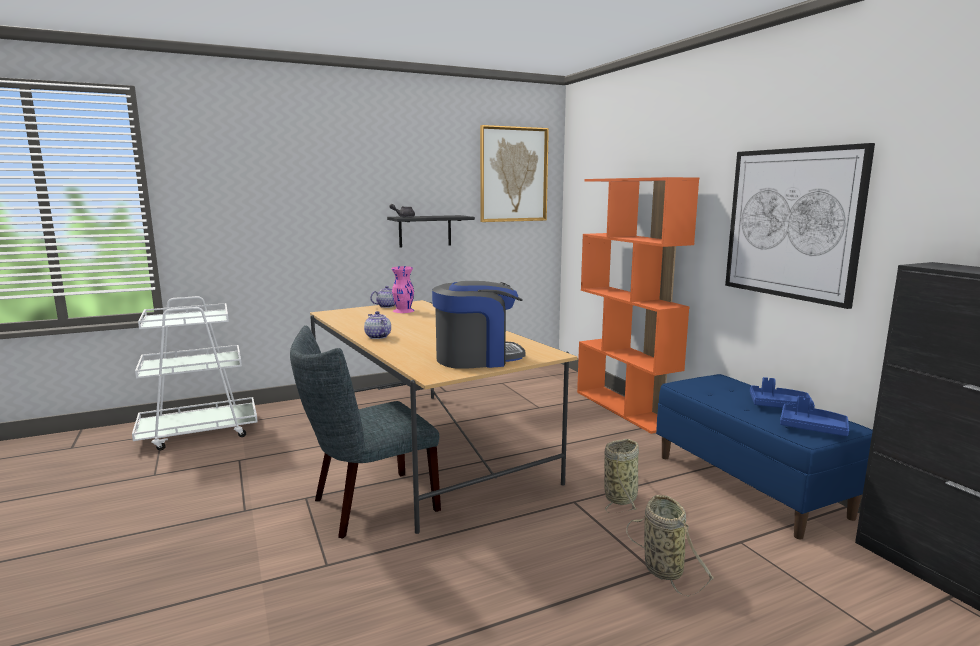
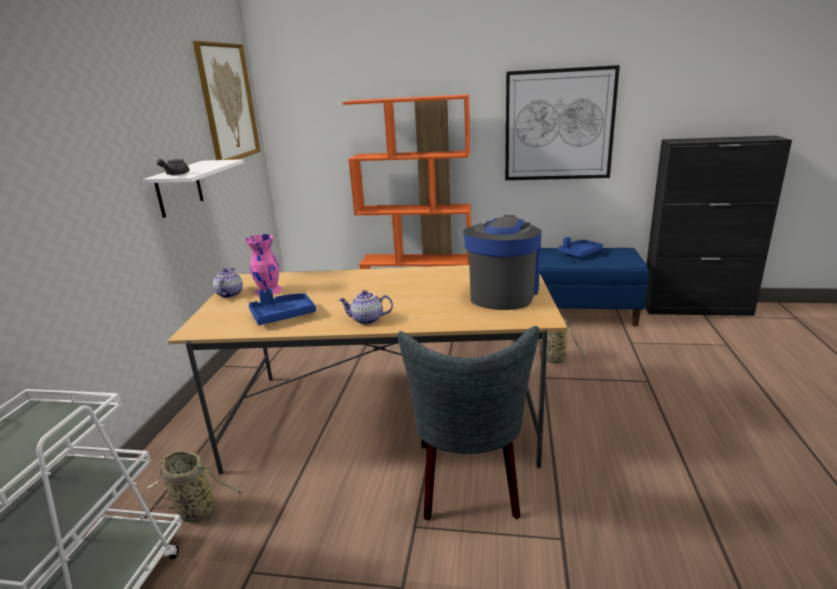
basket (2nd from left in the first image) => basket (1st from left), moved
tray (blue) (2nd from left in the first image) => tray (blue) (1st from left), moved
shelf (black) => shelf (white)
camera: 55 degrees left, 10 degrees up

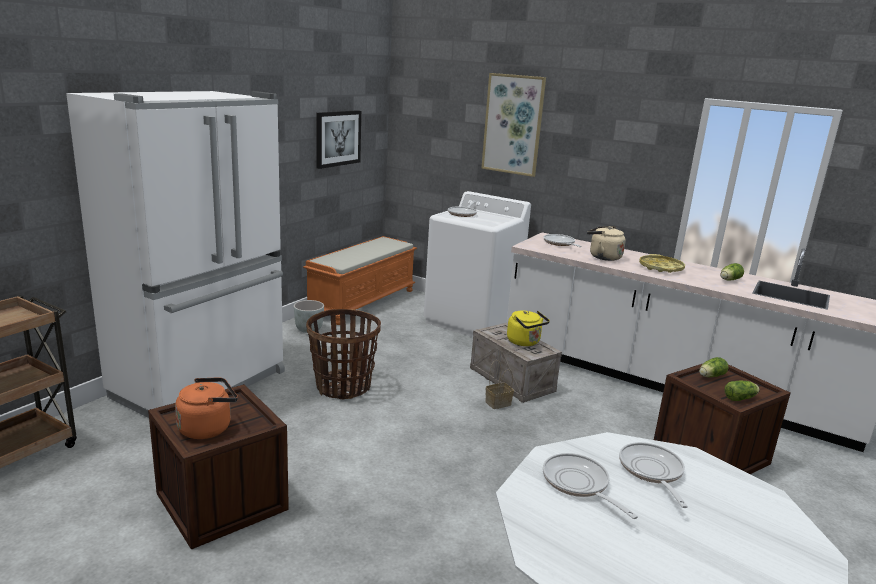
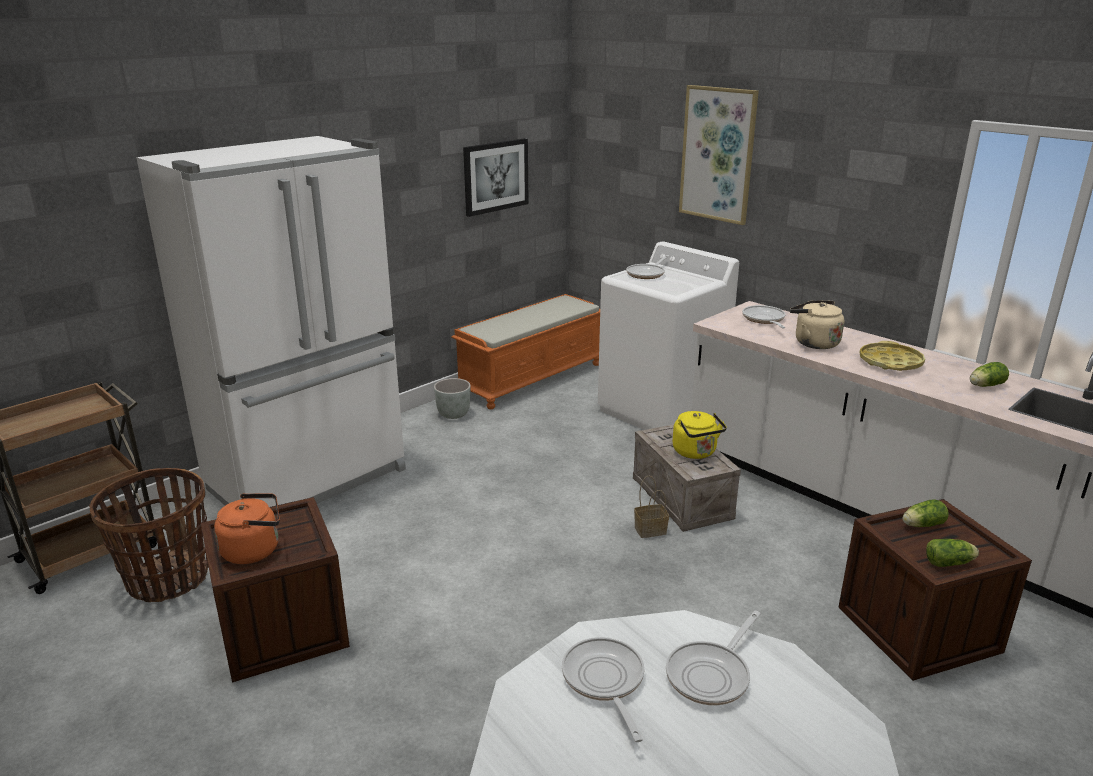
basket (1st from left), moved
frying pan (4th from left in the first image) => frying pan (3rd from left), 150 degrees counterclockwise
camera: 15 degrees right, 5 degrees up

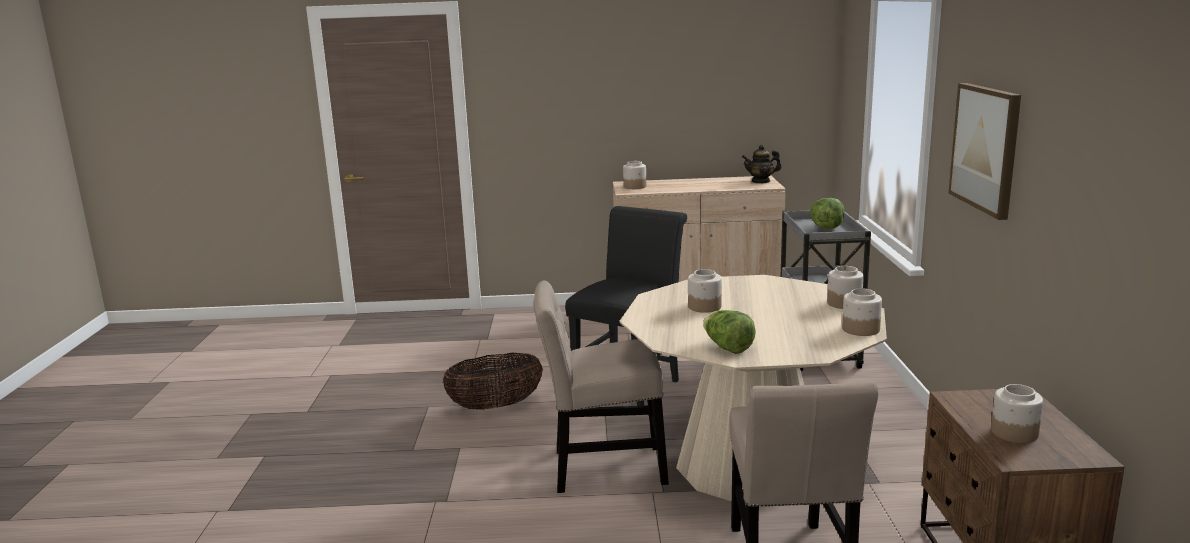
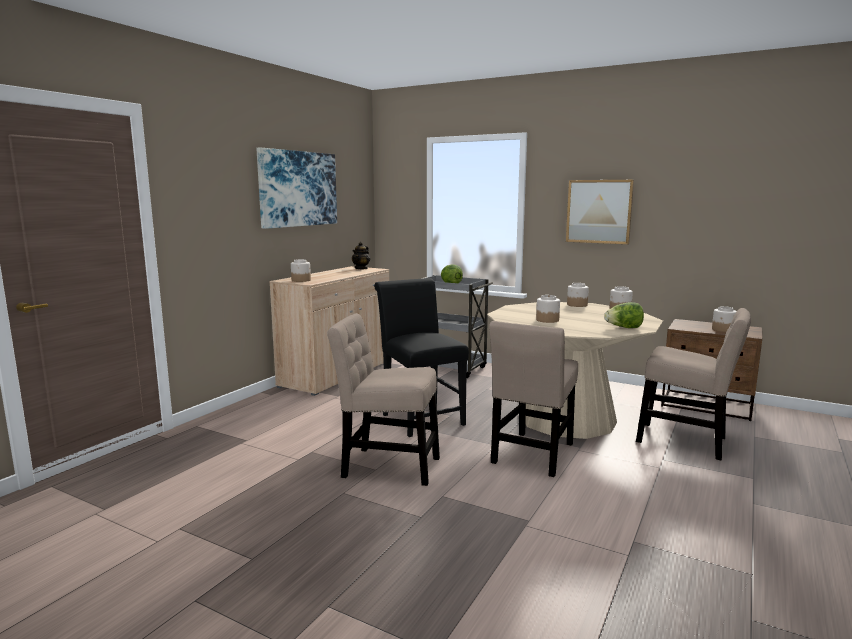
nothing => picture (1st from left)
basket => chair (beige) (1st from left)
camera: 60 degrees left, 5 degrees down

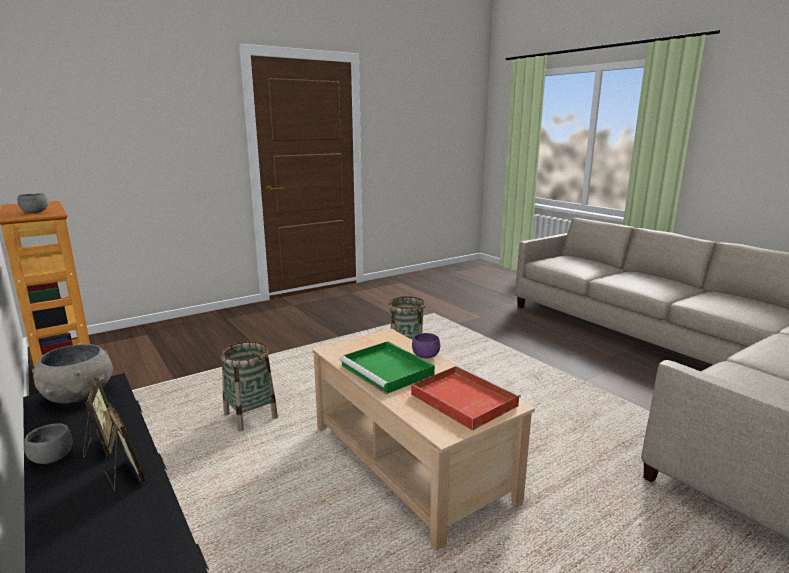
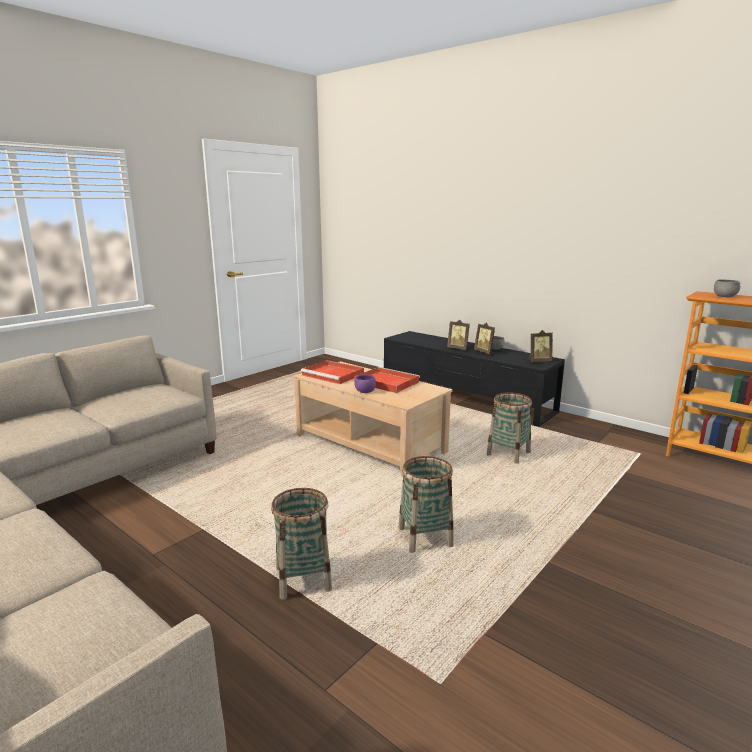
nothing => basket (1st from left)
bowl (grey) (3rd from left) => picture frame (3rd from left)
tray (green) => tray (red) (2nd from left)
camera: 165 degrees right, 0 degrees up

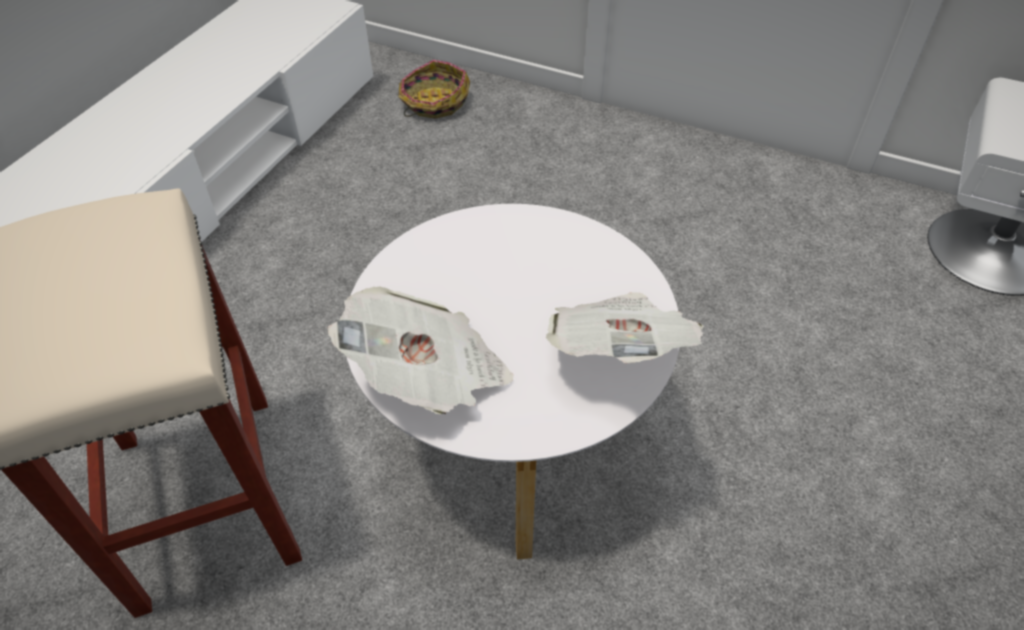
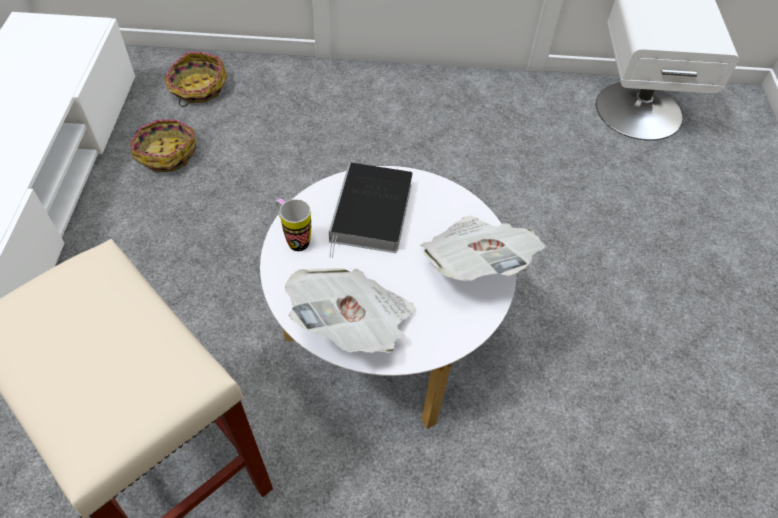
nothing => basket (1st from left)
nothing => mug
nothing => book
camera: 25 degrees left, 5 degrees up

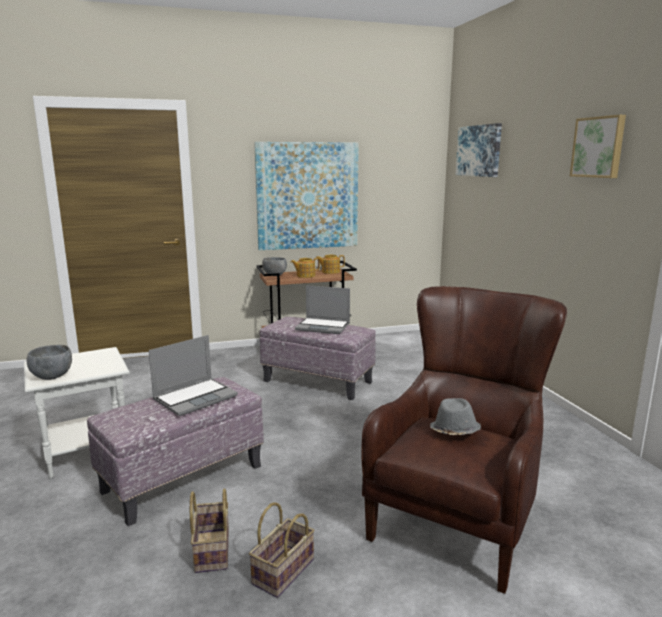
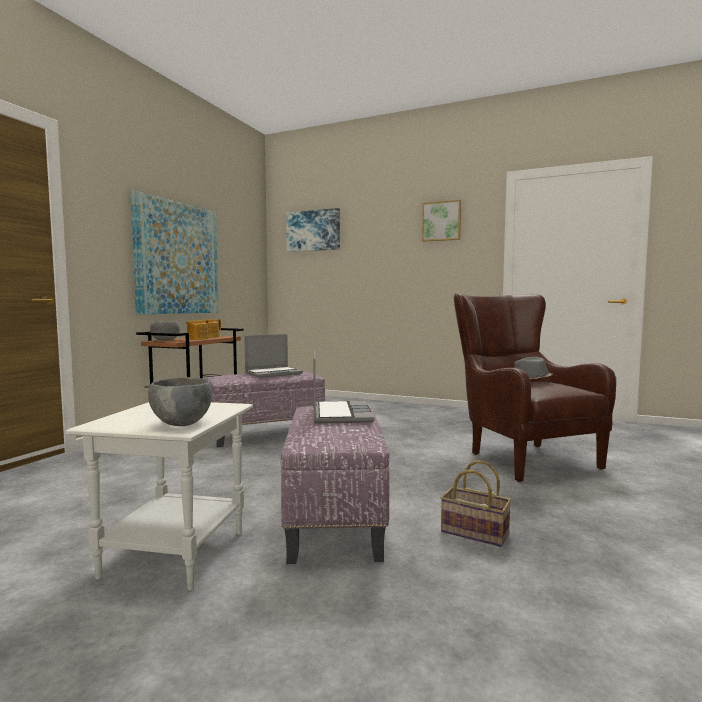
basket (2nd from left) => nothing
camera: 50 degrees left, 10 degrees down

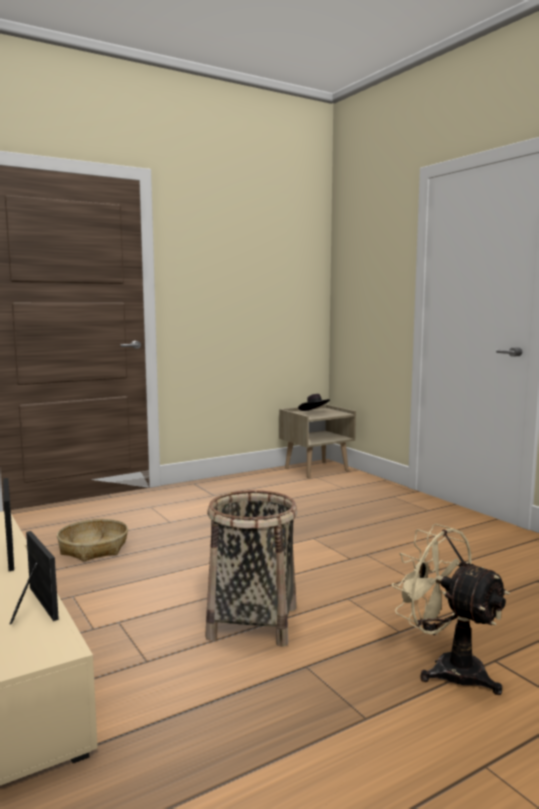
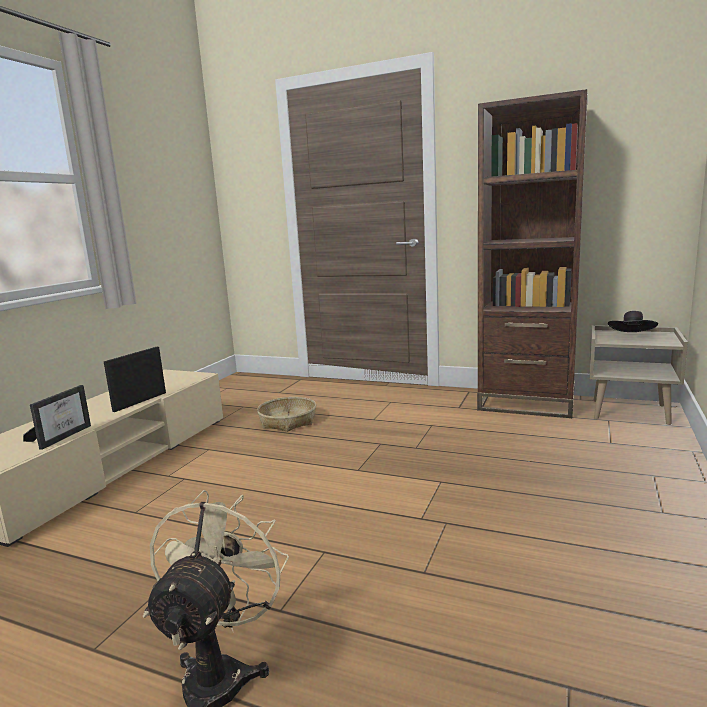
basket (2nd from left) => nothing
nothing => bookcase (brown)
camera: 55 degrees right, 5 degrees up

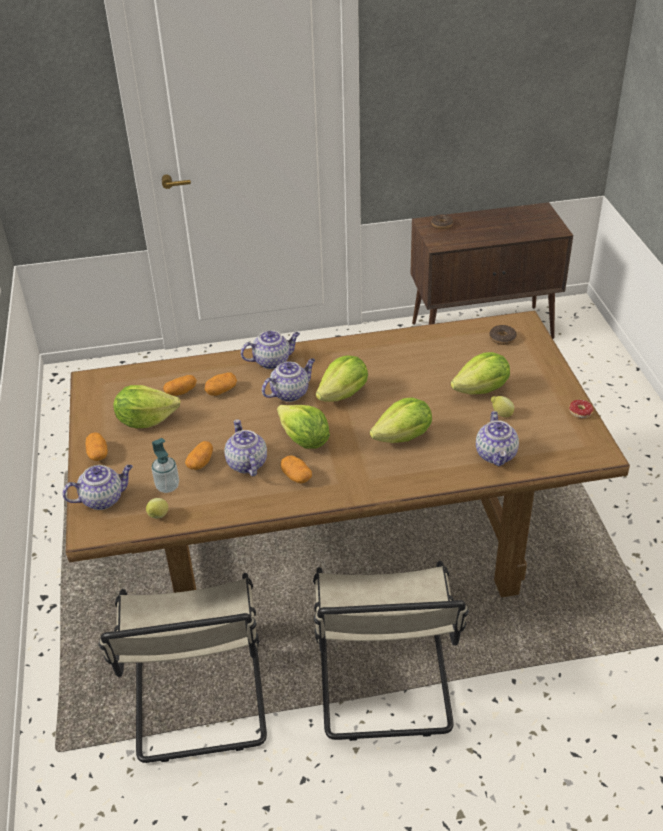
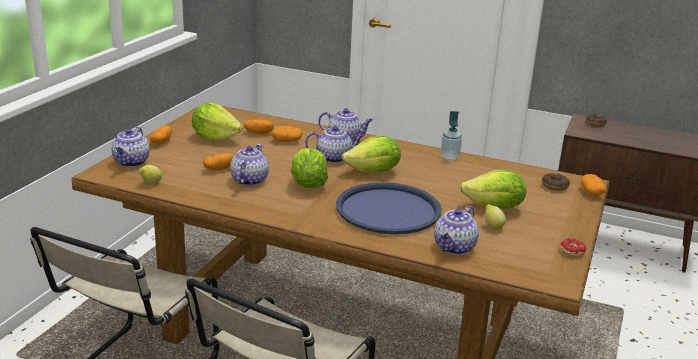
soap dispenser, moved
potato (5th from left), moved
lettuce (4th from left) => tray (blue)
teapot (1st from left), 90 degrees clockwise
camera: 30 degrees right, 15 degrees down

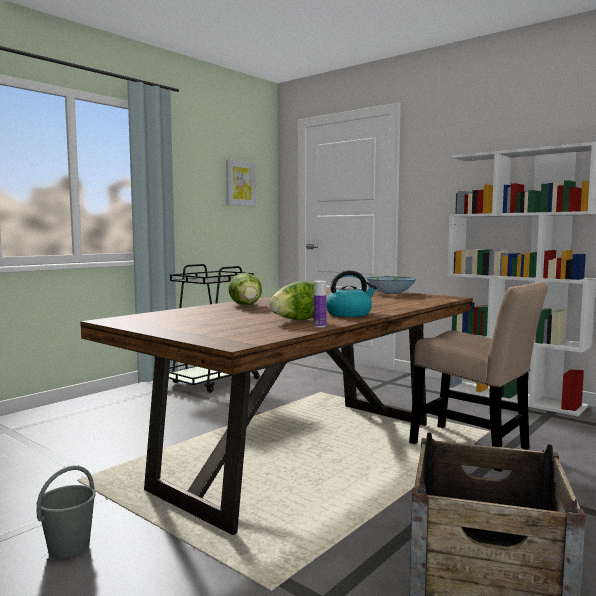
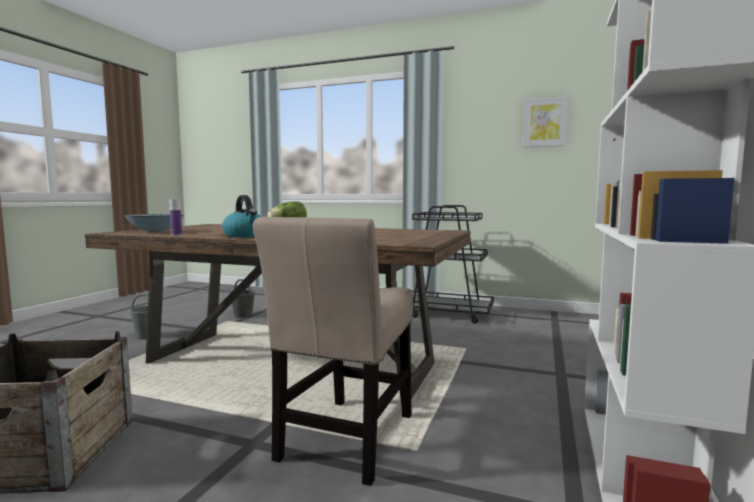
lettuce (2nd from left) => nothing
nothing => bucket (grey) (2nd from left)
bowl, moved
camera: 70 degrees right, 0 degrees up

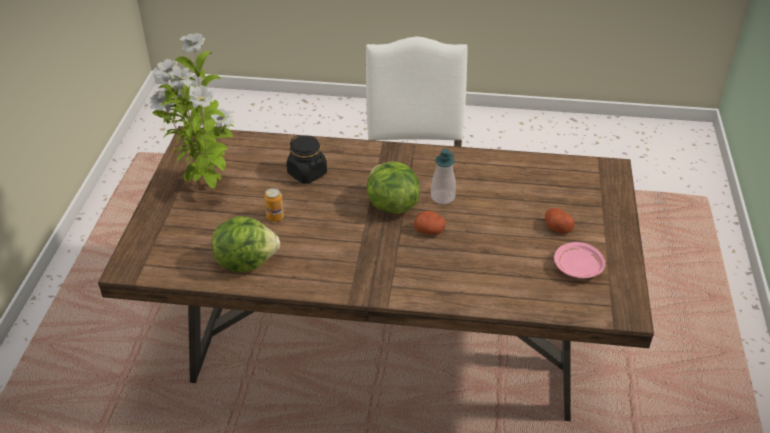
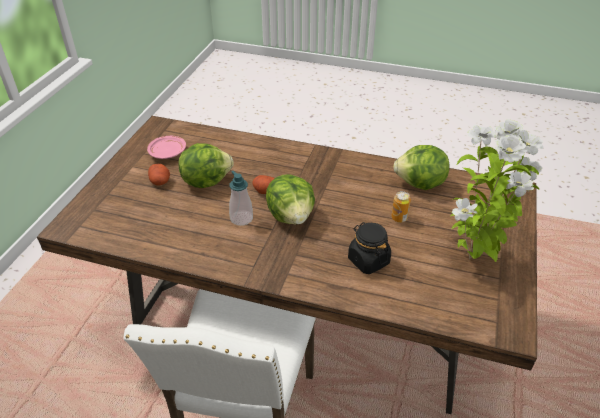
nothing => lettuce (1st from left)
camera: 170 degrees left, 0 degrees up

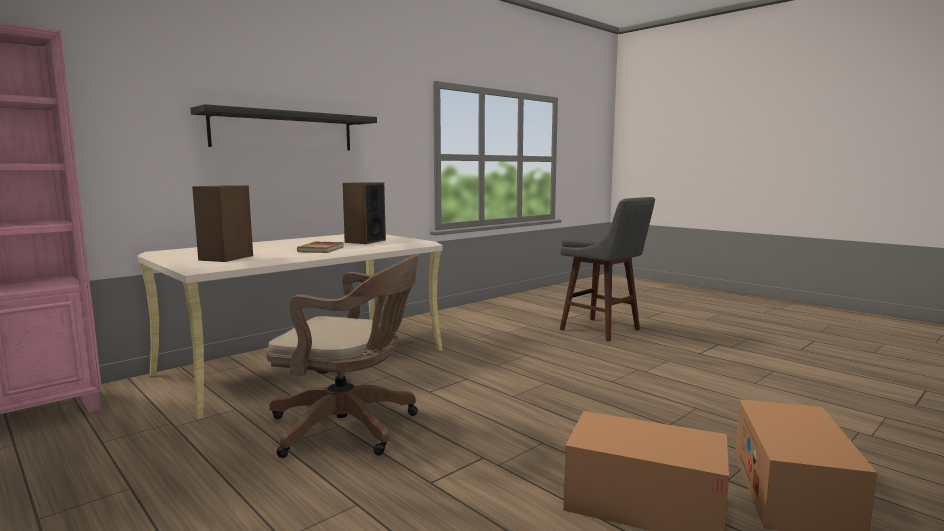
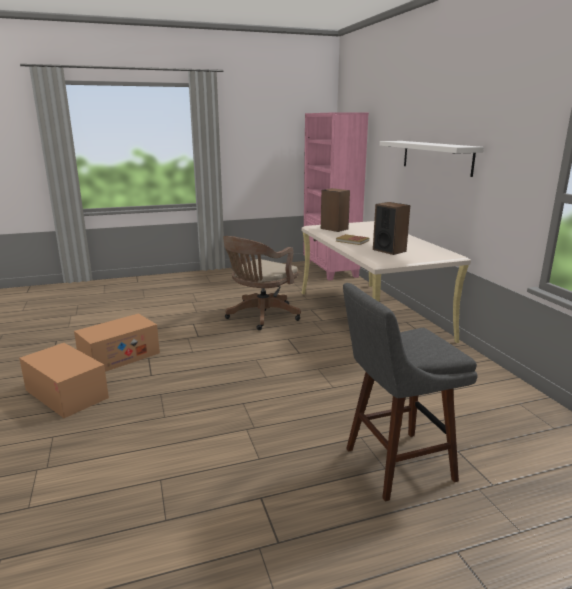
shelf (black) => shelf (white)
camera: 115 degrees right, 10 degrees up

